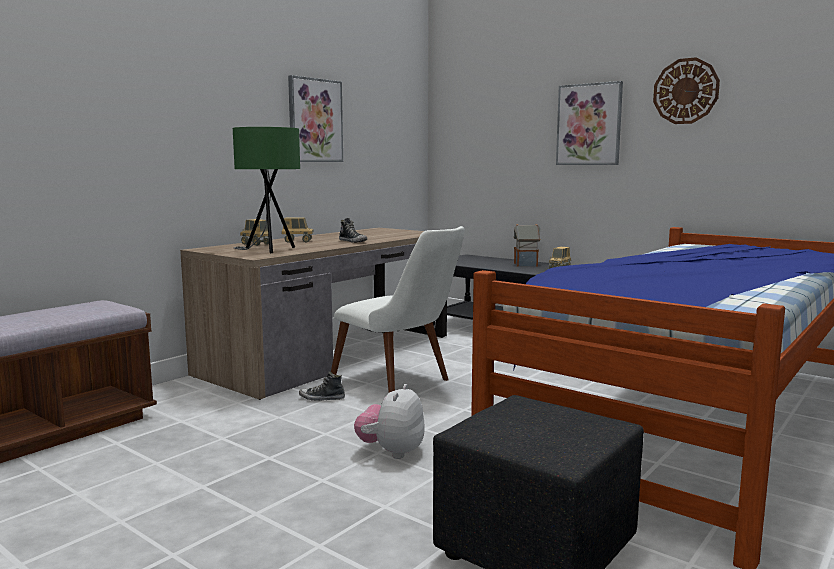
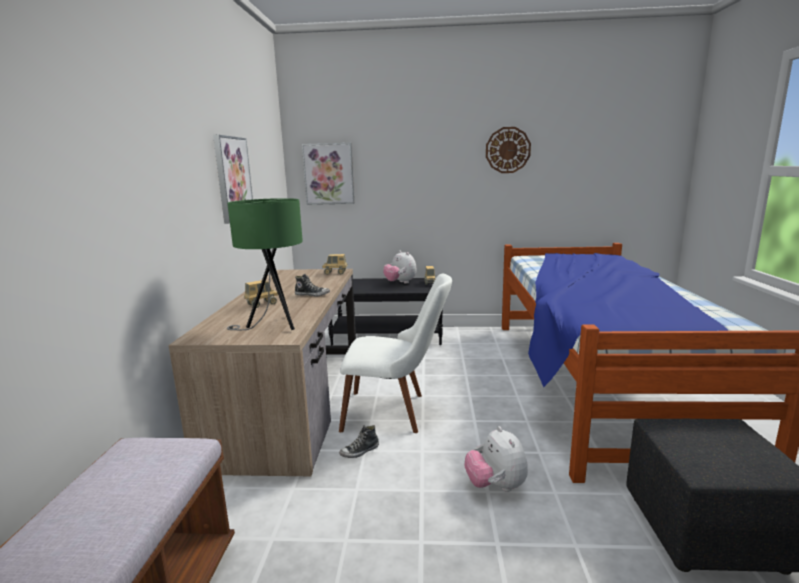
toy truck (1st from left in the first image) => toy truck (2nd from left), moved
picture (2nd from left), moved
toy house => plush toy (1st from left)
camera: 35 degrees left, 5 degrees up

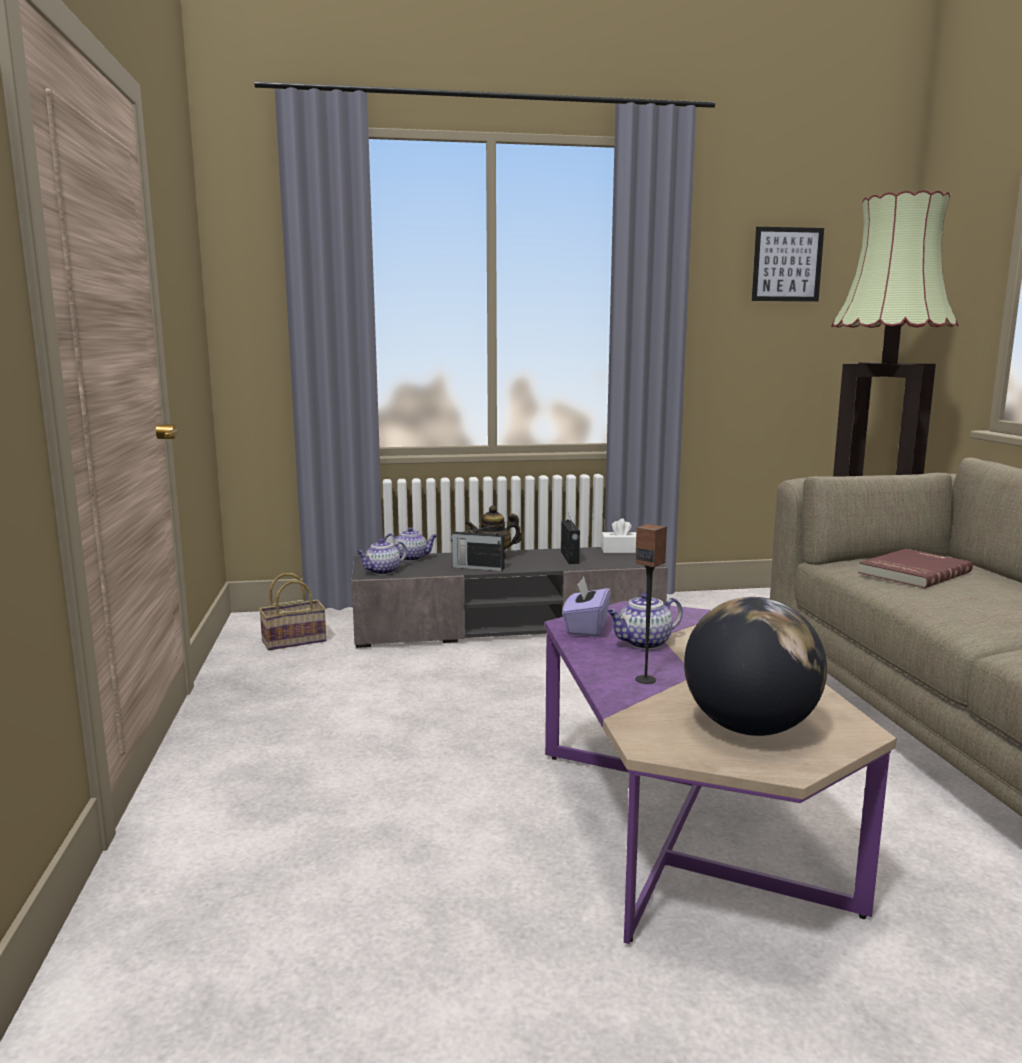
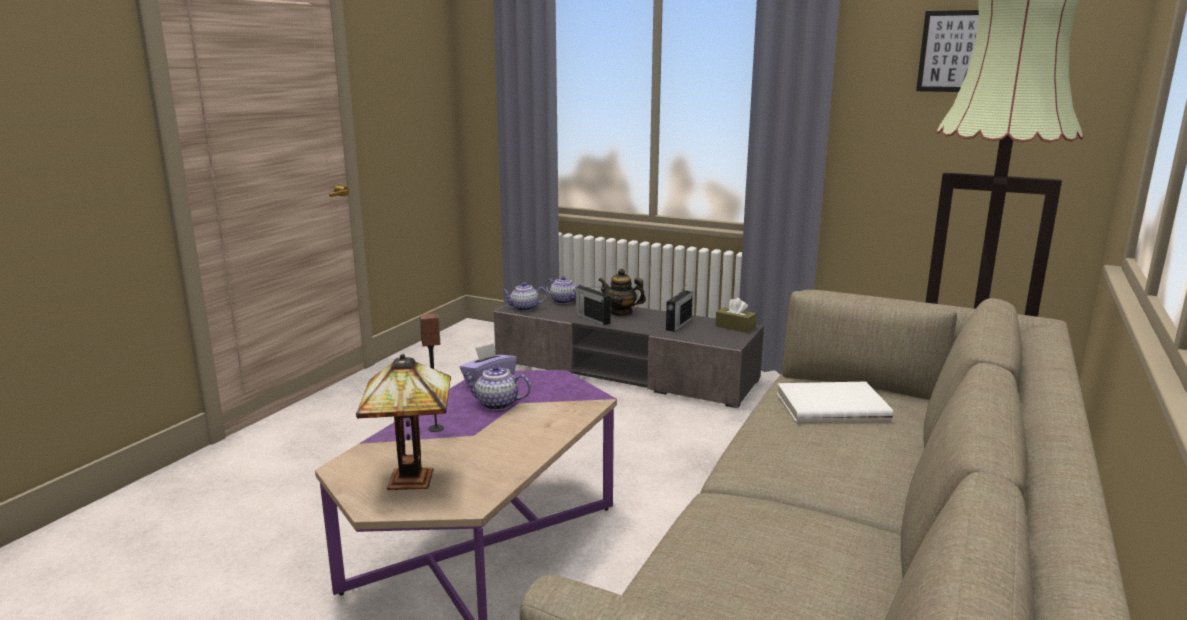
basket => nothing
globe => table lamp
tissue box (white) => tissue box (brown)
book (red) => book (white)
camera: 35 degrees right, 5 degrees up

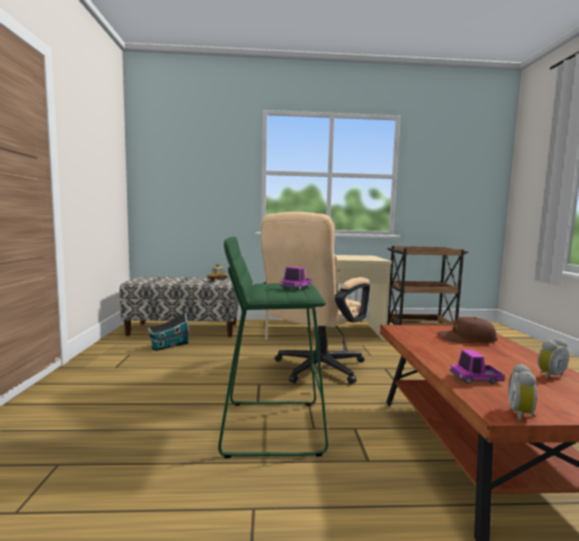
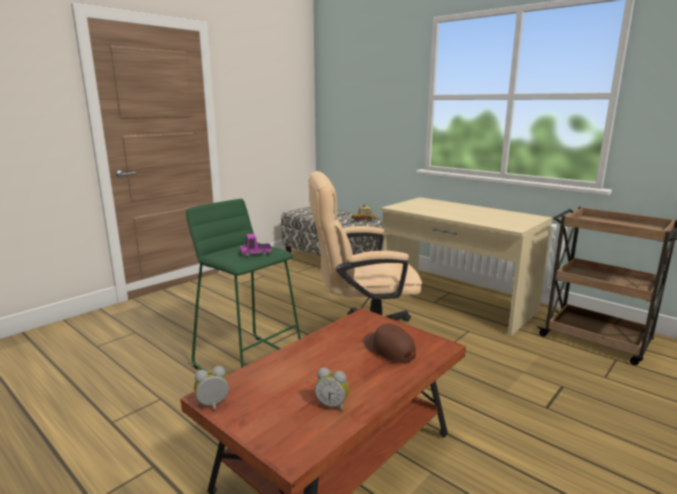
toy house => nothing
toy truck (2nd from left) => nothing
camera: 45 degrees right, 10 degrees up

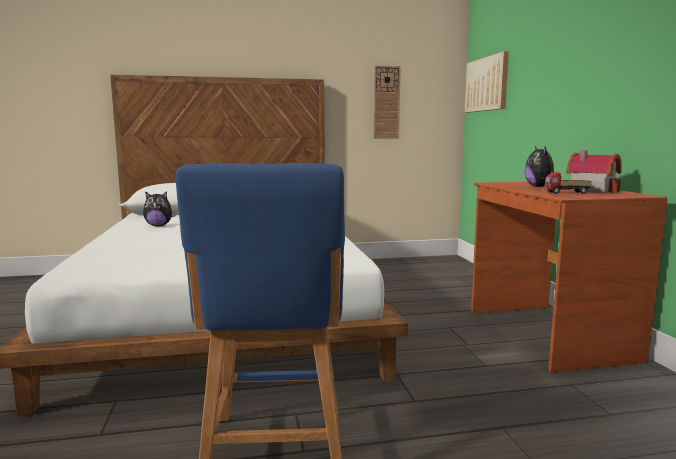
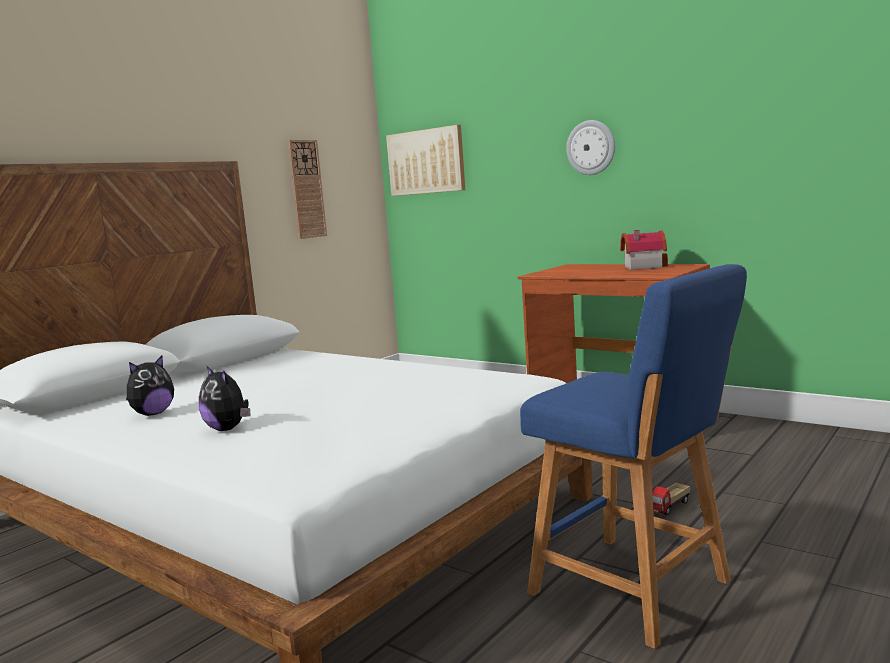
nothing => wall clock (2nd from left)
plush toy (2nd from left), moved
toy truck, moved
camera: 40 degrees left, 0 degrees up

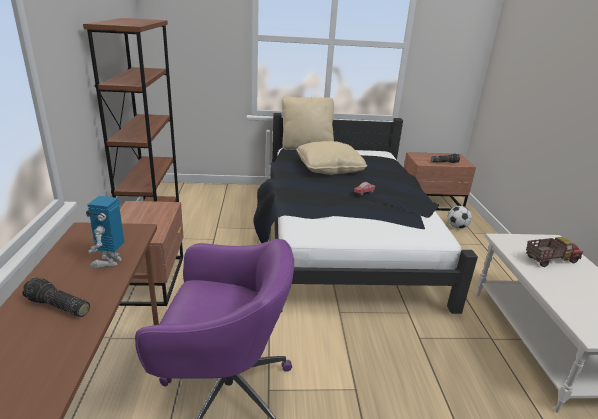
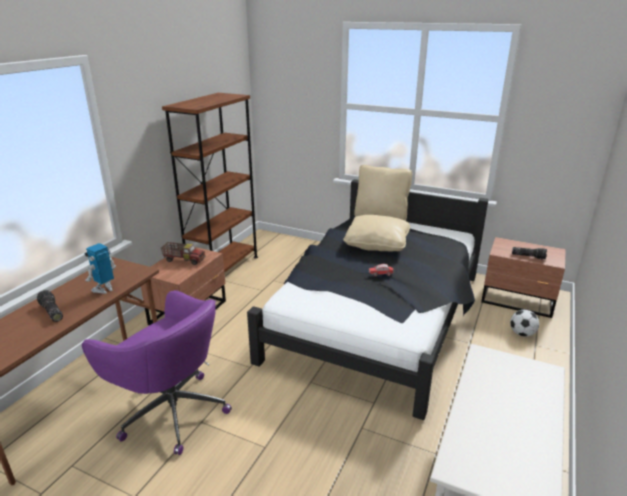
toy truck, moved
camera: 30 degrees right, 0 degrees up

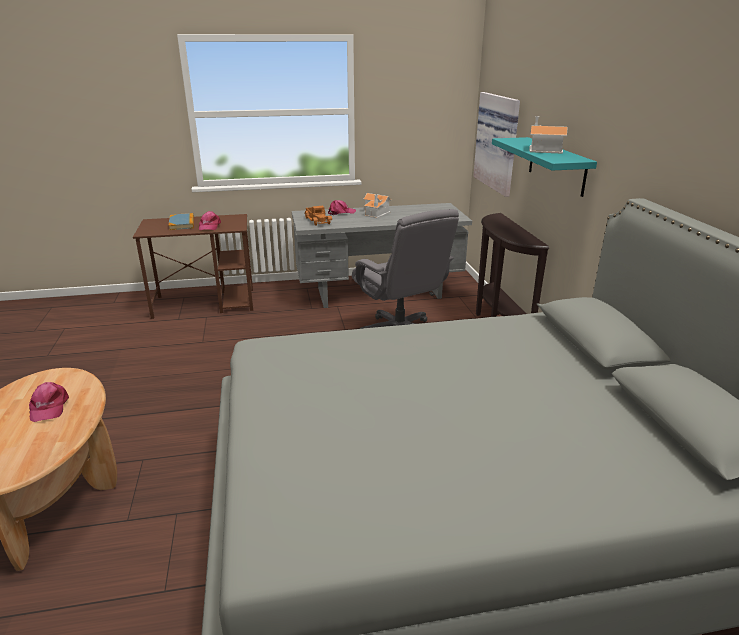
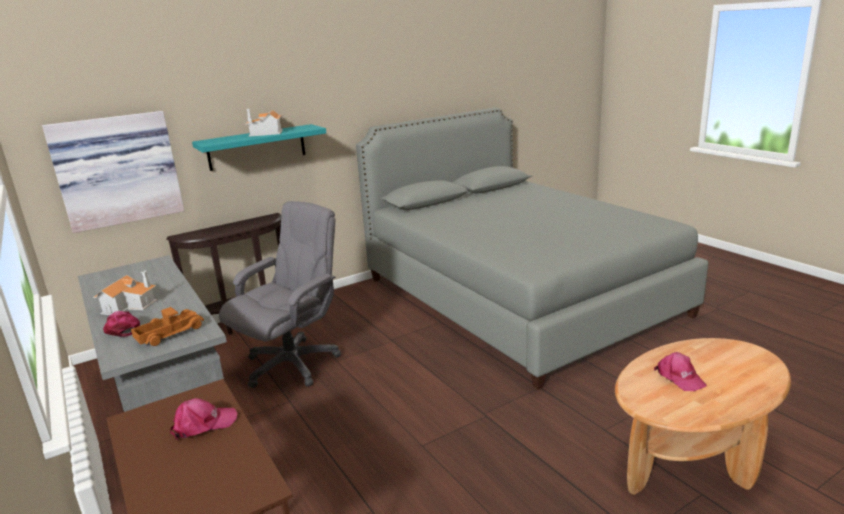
book => nothing
cap (pink) (1st from left in the first image) => cap (pink) (3rd from left), 105 degrees clockwise
camera: 110 degrees left, 5 degrees down

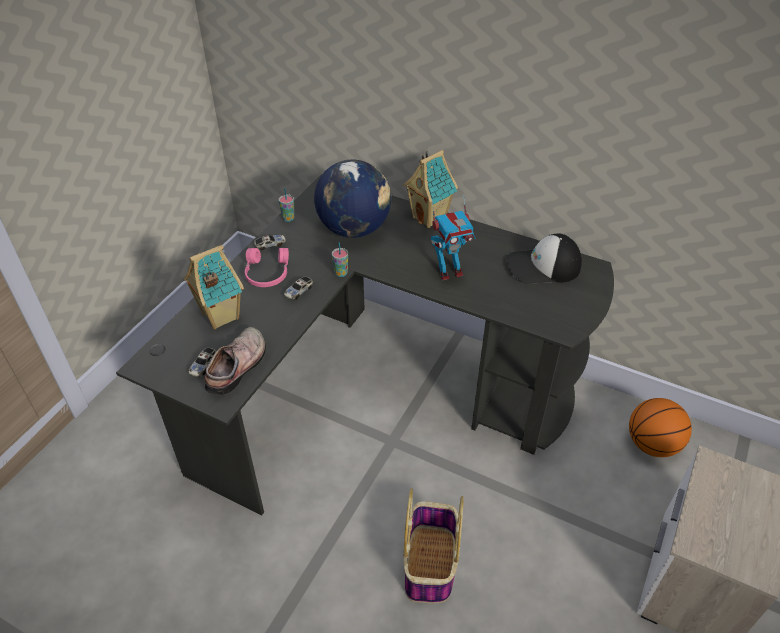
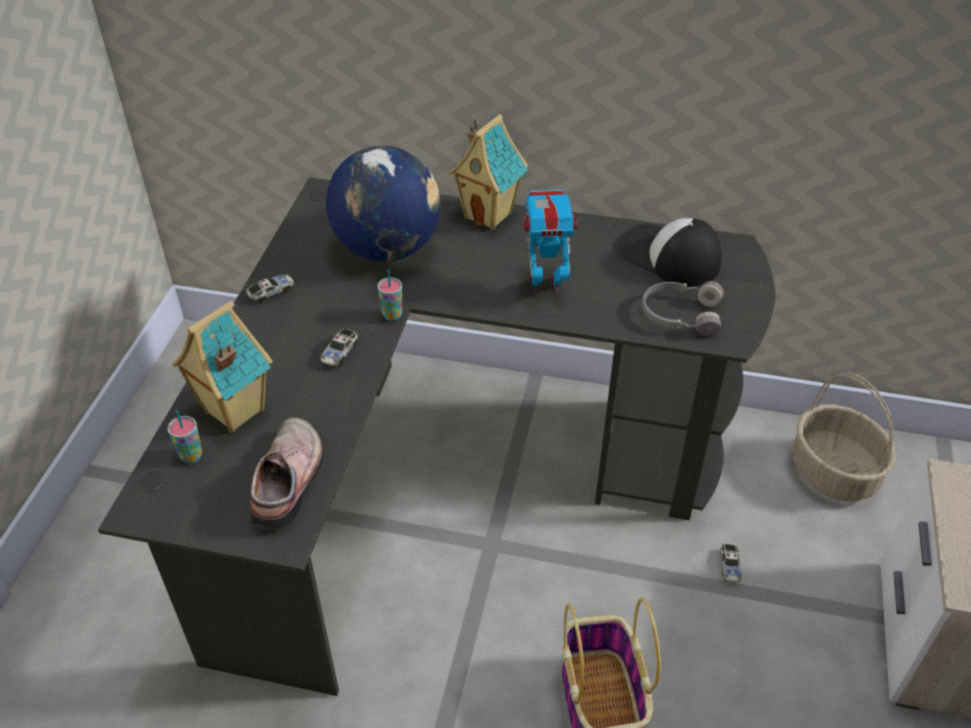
headphones (pink) => nothing
nothing => headphones (grey)
toy car (1st from left in the first image) => toy car (3rd from left), moved
cup (1st from left), moved
basketball => basket (2nd from left)
toy robot, 150 degrees counterclockwise
cap, 60 degrees clockwise
camera: 15 degrees left, 0 degrees up

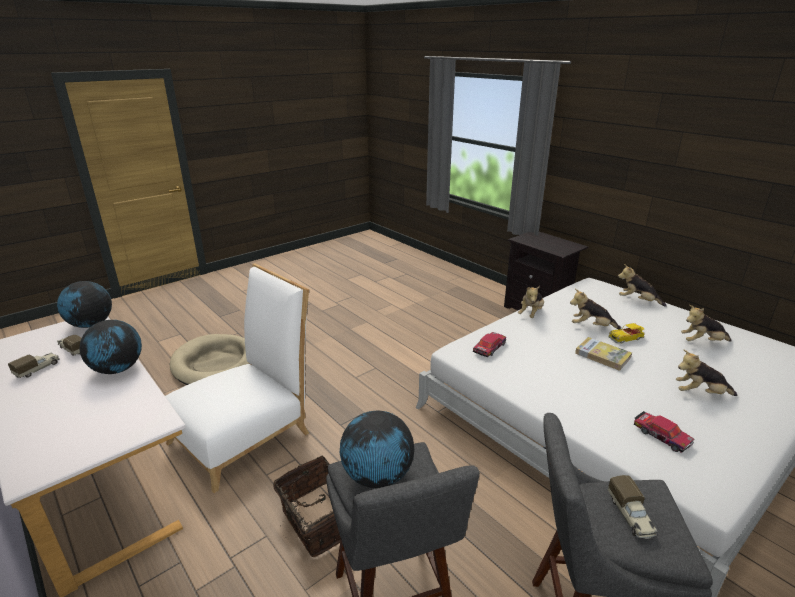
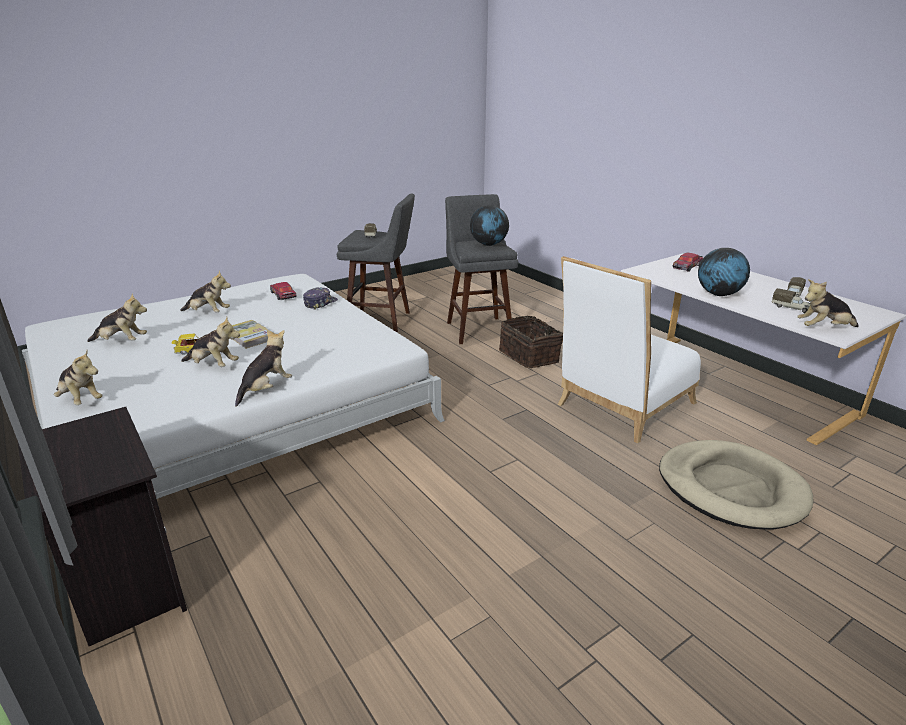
nothing => cap
toy car (1st from left in the first image) => toy car (3rd from left), moved
globe (1st from left) => plush toy (6th from left)
camera: 175 degrees left, 0 degrees up

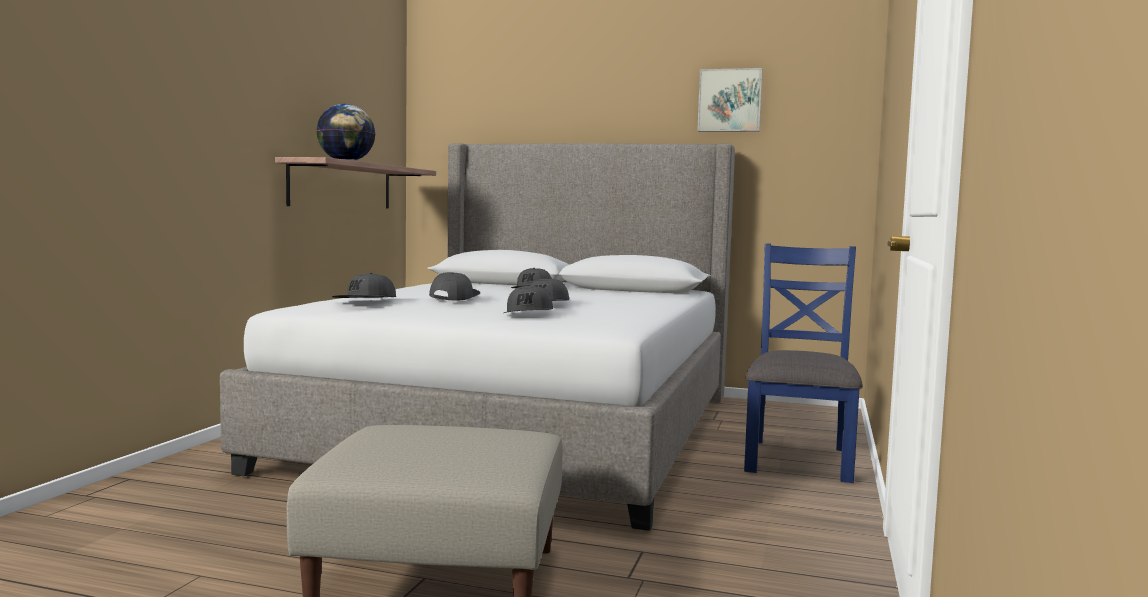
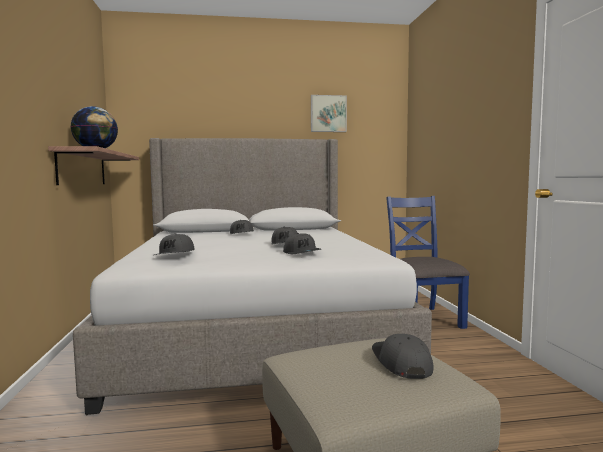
cap (grey) (2nd from left in the first image) => cap (grey) (5th from left), moved
camera: 25 degrees left, 0 degrees up

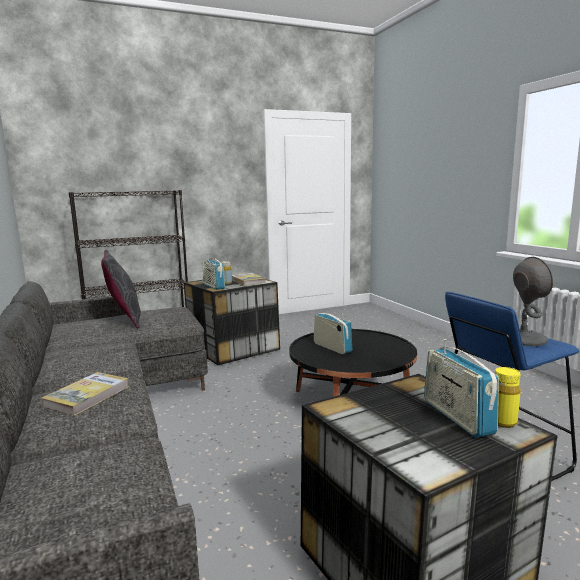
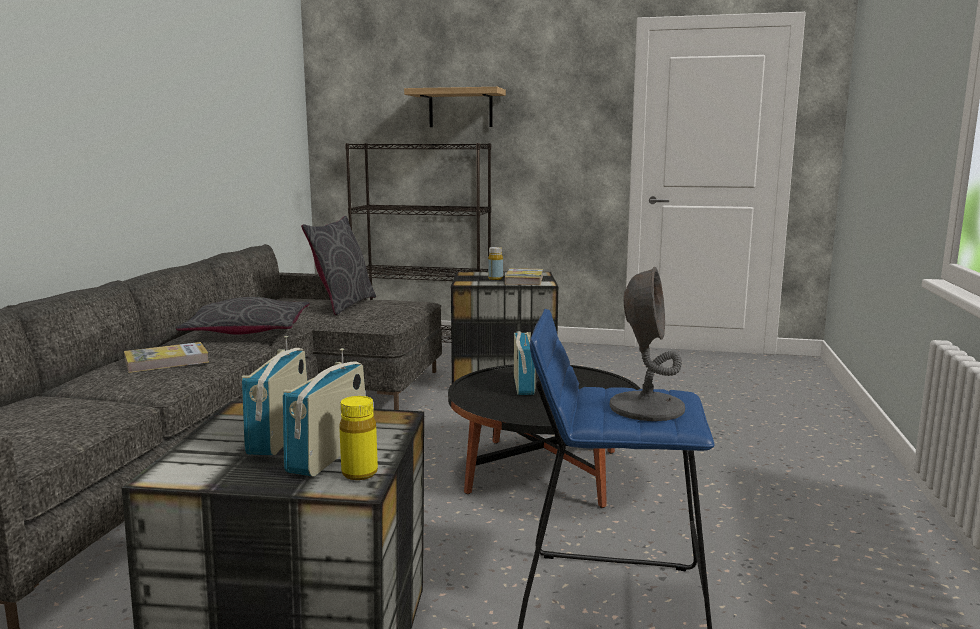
nothing => pillow (grey) (1st from left)
nothing => shelf
radio (1st from left), moved
camera: 35 degrees right, 0 degrees up

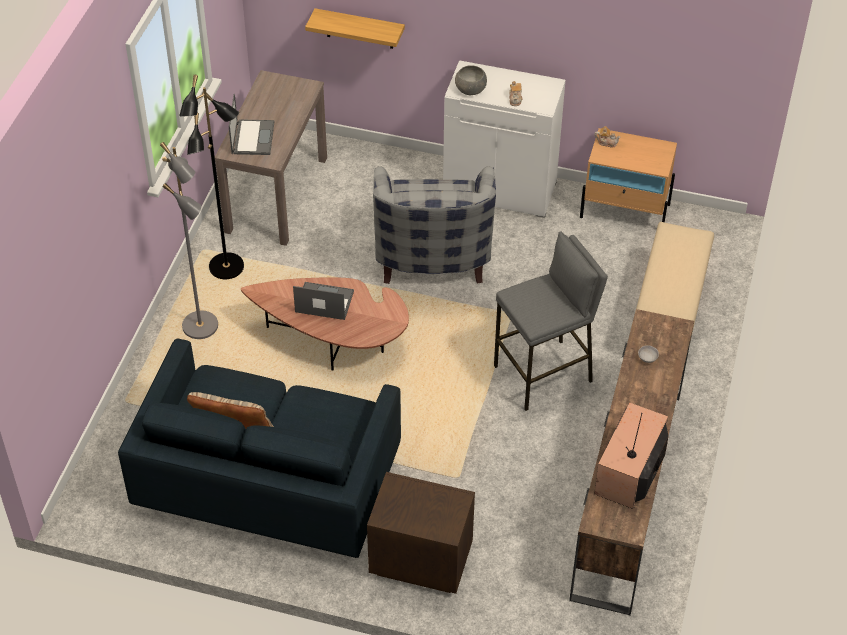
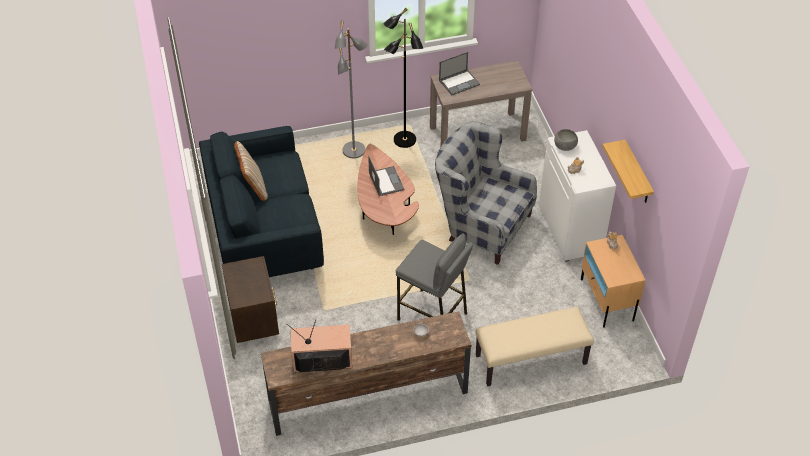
shelf, moved
armchair (grey), 60 degrees clockwise
camera: 60 degrees right, 0 degrees up

